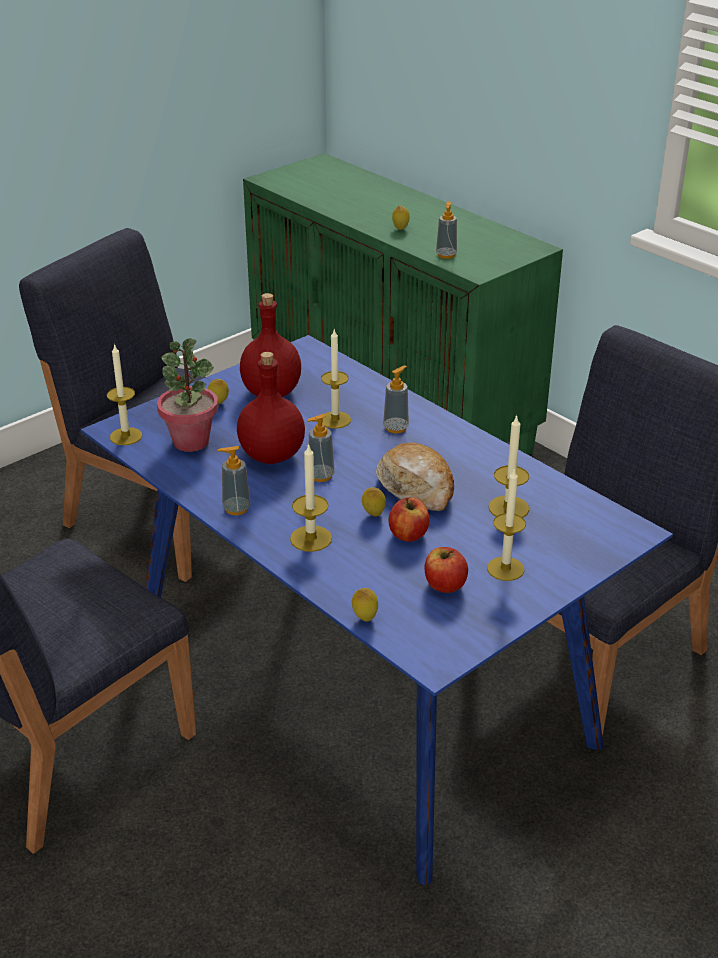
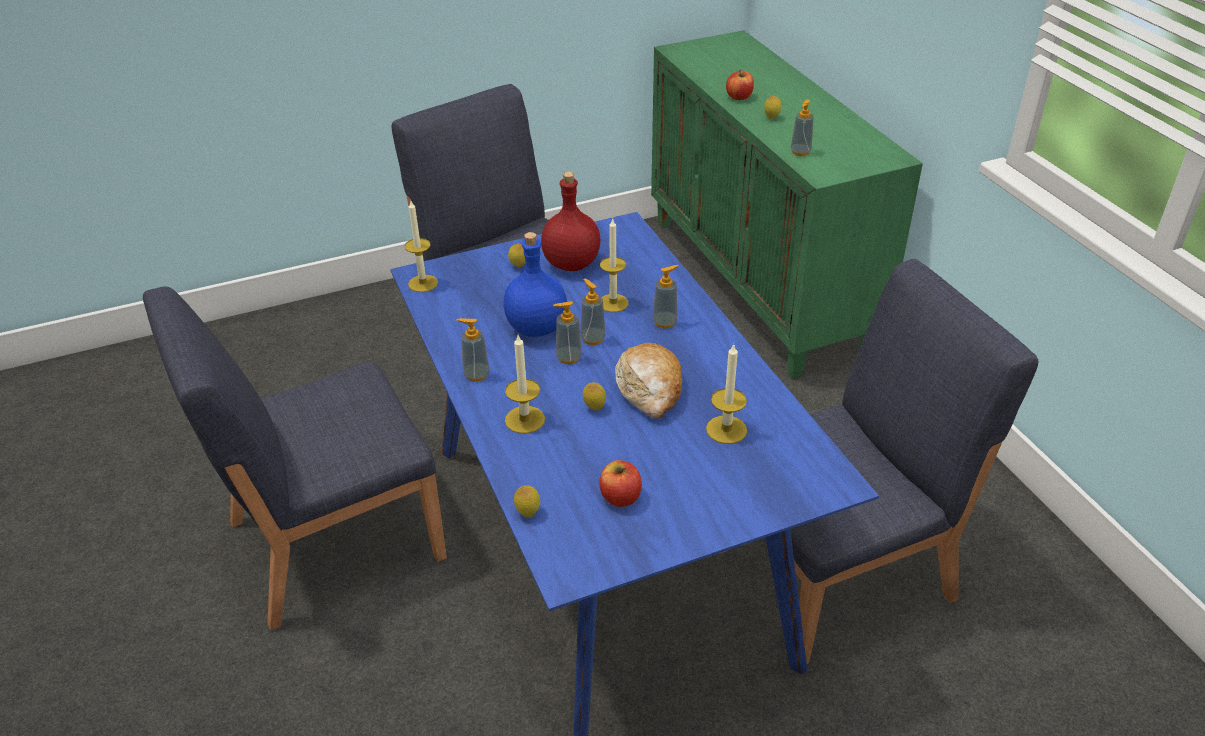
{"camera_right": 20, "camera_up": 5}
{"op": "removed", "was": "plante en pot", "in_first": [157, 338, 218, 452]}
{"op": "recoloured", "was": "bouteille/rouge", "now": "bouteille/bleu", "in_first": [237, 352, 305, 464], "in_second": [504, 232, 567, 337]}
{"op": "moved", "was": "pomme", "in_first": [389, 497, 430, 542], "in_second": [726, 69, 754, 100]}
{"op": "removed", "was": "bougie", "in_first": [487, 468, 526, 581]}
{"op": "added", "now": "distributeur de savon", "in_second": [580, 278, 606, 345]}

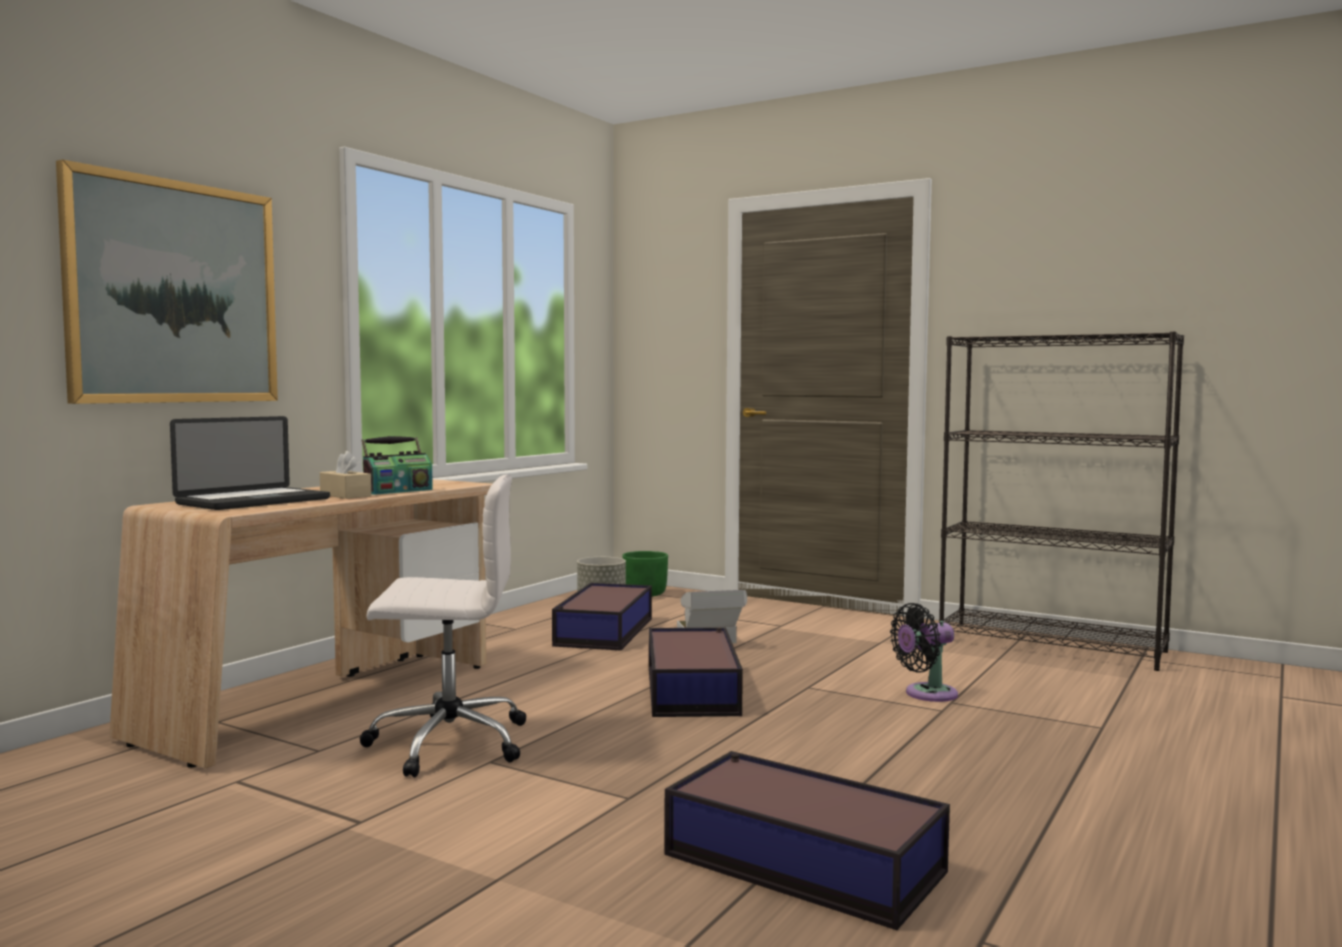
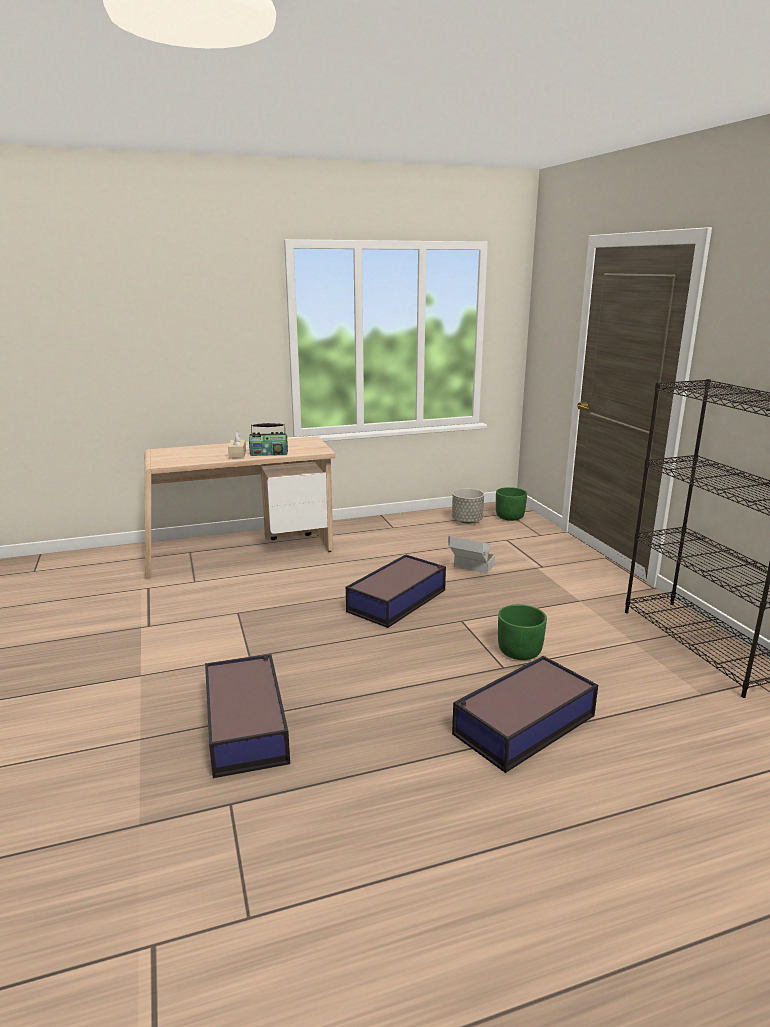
{"camera_right": 40, "camera_up": 15}
{"op": "removed", "was": "tableau", "in_first": [56, 159, 278, 404]}
{"op": "removed", "was": "ordinateur portable", "in_first": [170, 416, 330, 510]}
{"op": "removed", "was": "chaise de bureau/blanc", "in_first": [359, 475, 526, 777]}
{"op": "moved", "was": "boîte de rangement", "in_first": [552, 583, 652, 650], "in_second": [452, 656, 598, 773]}
{"op": "replaced", "was": "ventilateur/noir", "now": "cache-pot/vert", "in_first": [890, 603, 958, 702], "in_second": [498, 604, 547, 660]}

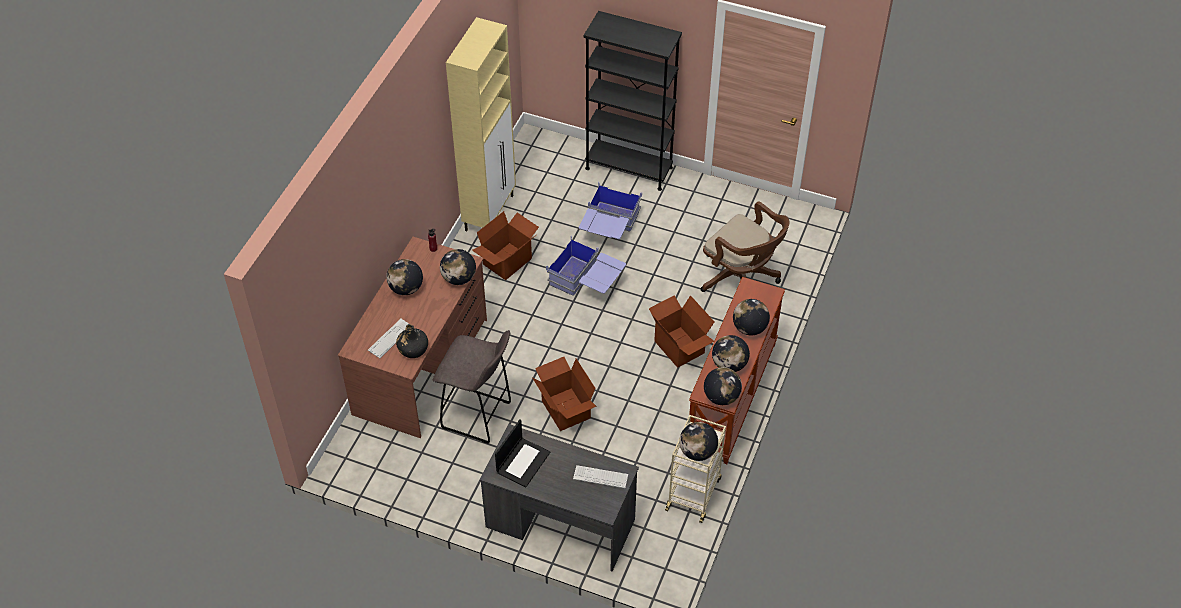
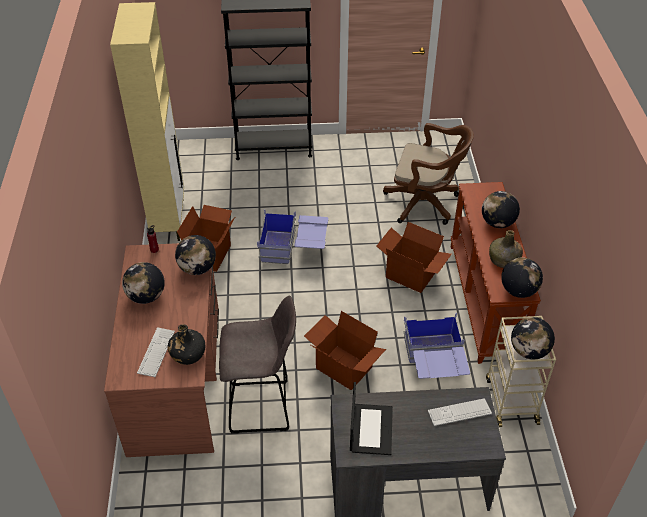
{"camera_right": -25, "camera_up": -5}
{"op": "moved", "was": "boîte de rangement/bleu", "in_first": [579, 181, 642, 239], "in_second": [404, 313, 470, 379]}
{"op": "replaced", "was": "globe", "now": "bouteille/vert", "in_first": [712, 335, 750, 372], "in_second": [489, 230, 523, 268]}

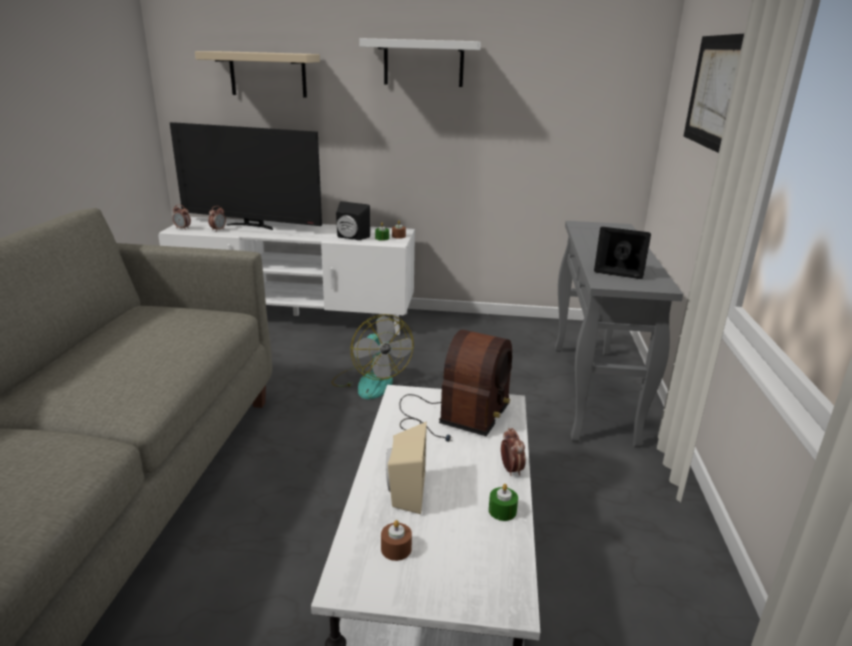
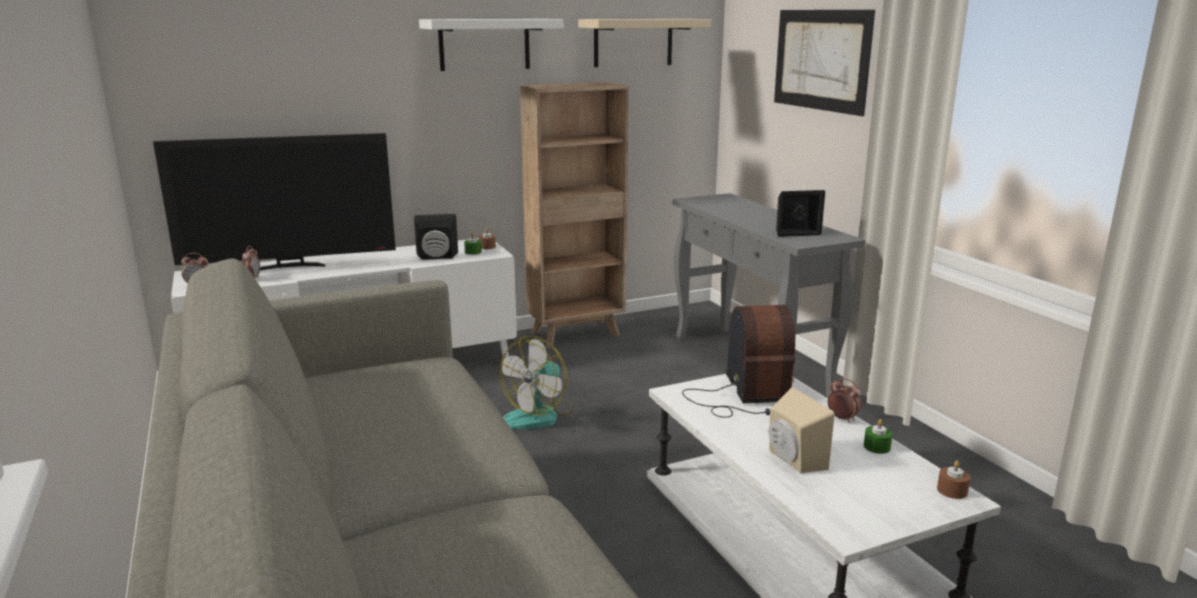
{"camera_right": -30, "camera_up": -5}
{"op": "moved", "was": "étagère/beige", "in_first": [195, 51, 320, 97], "in_second": [578, 19, 711, 67]}
{"op": "turned", "was": "ventilateur", "in_first": [331, 314, 414, 399], "in_second": [500, 336, 573, 429], "clockwise": 90}
{"op": "moved", "was": "bougie/marron", "in_first": [381, 520, 412, 561], "in_second": [937, 461, 971, 499]}
{"op": "added", "now": "bibliothèque/marron", "in_second": [520, 82, 629, 348]}

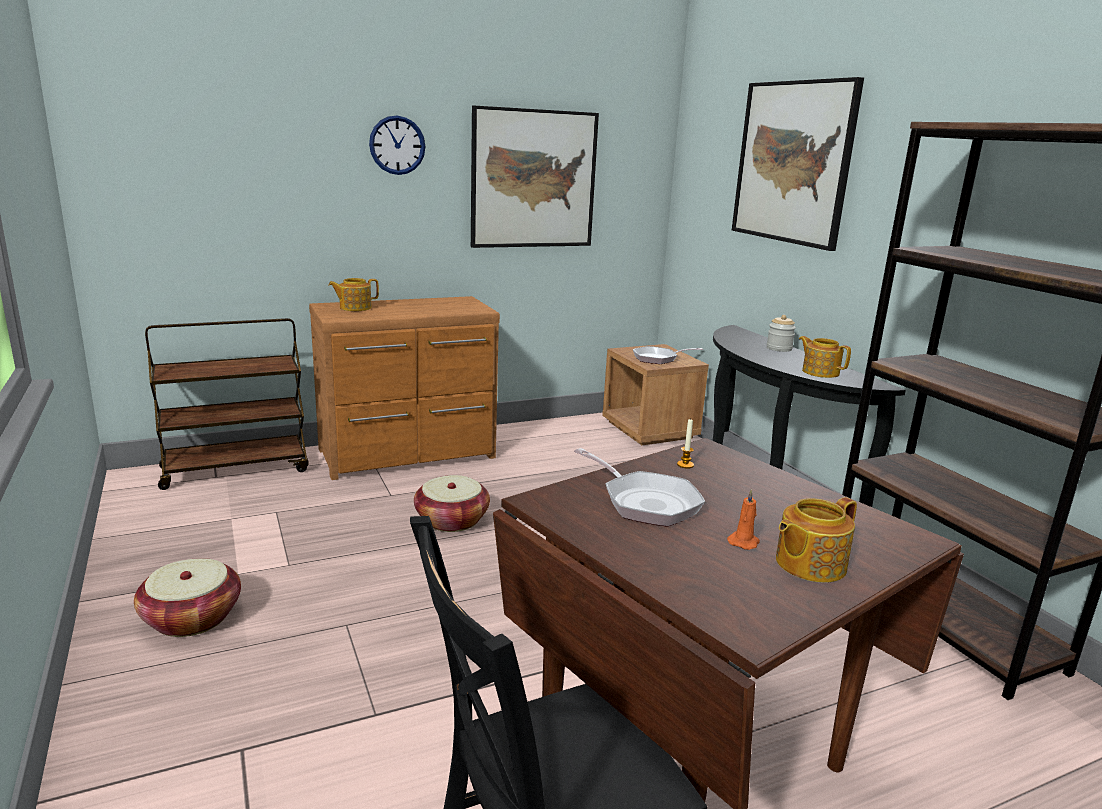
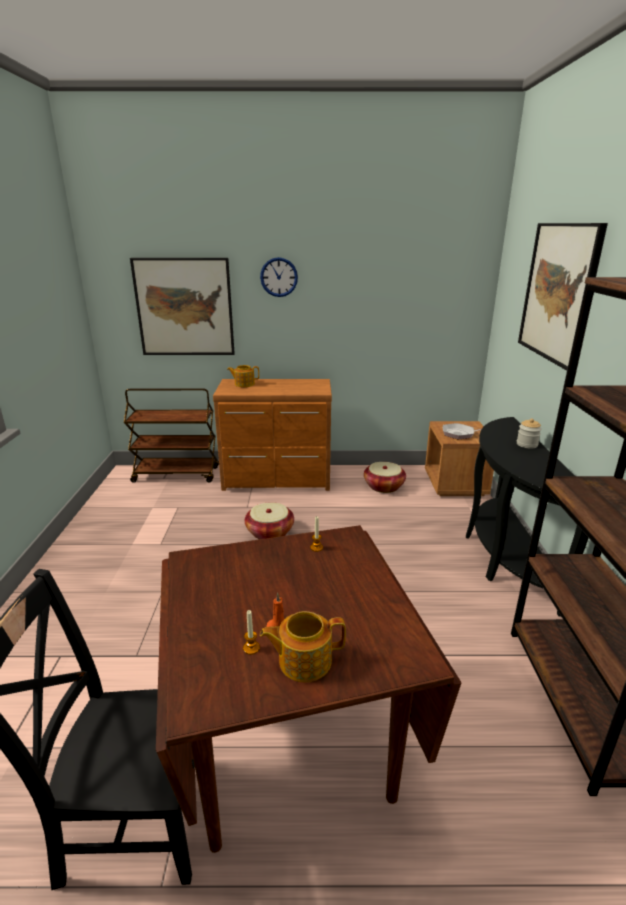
{"camera_right": 25, "camera_up": 5}
{"op": "moved", "was": "panier", "in_first": [134, 558, 241, 637], "in_second": [364, 462, 406, 493]}
{"op": "moved", "was": "tableau", "in_first": [471, 106, 599, 248], "in_second": [130, 258, 235, 355]}
{"op": "removed", "was": "poêle", "in_first": [574, 448, 705, 527]}
{"op": "removed", "was": "théière", "in_first": [799, 336, 851, 378]}
{"op": "added", "now": "bougie", "in_second": [243, 610, 260, 655]}

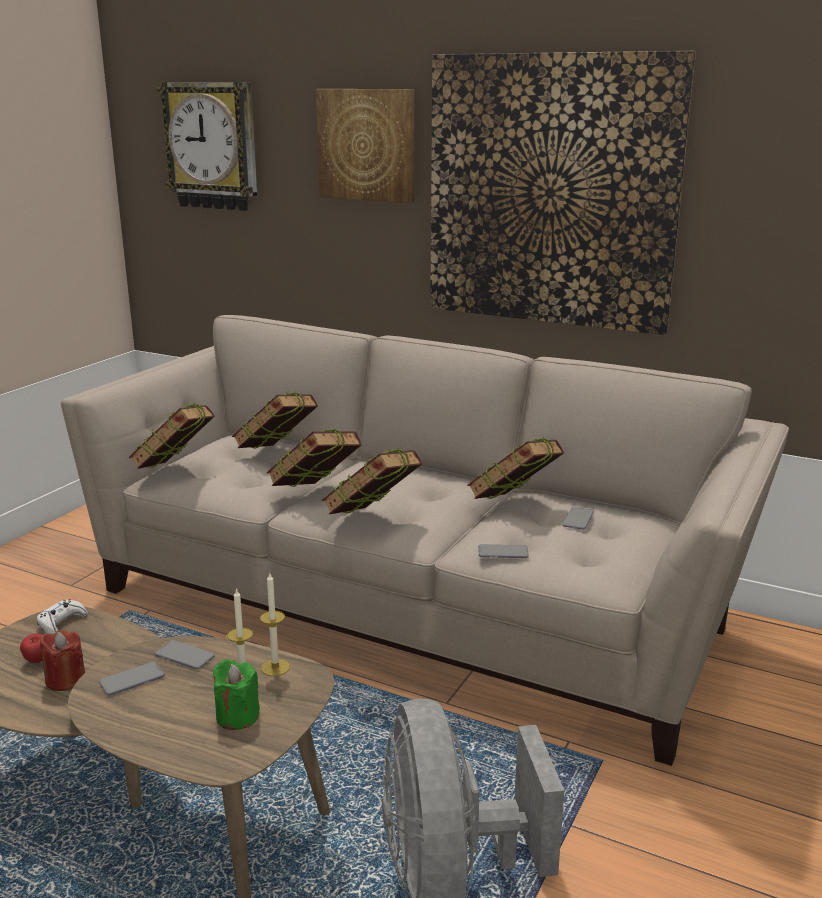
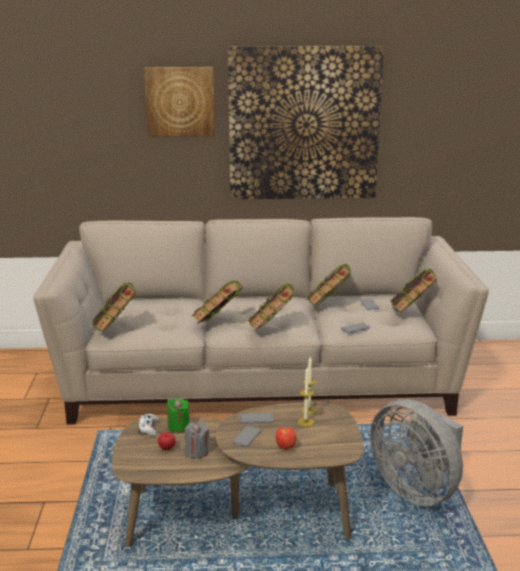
{"camera_right": -30, "camera_up": 0}
{"op": "recoloured", "was": "bougie/rouge", "now": "bougie/gris", "in_first": [40, 630, 85, 691], "in_second": [185, 421, 210, 458]}
{"op": "removed", "was": "horloge murale", "in_first": [157, 82, 257, 211]}
{"op": "moved", "was": "bougie/vert", "in_first": [213, 659, 260, 730], "in_second": [167, 398, 190, 433]}
{"op": "moved", "was": "livre", "in_first": [232, 392, 318, 449], "in_second": [390, 269, 437, 312]}
{"op": "added", "now": "pomme", "in_second": [276, 427, 296, 450]}

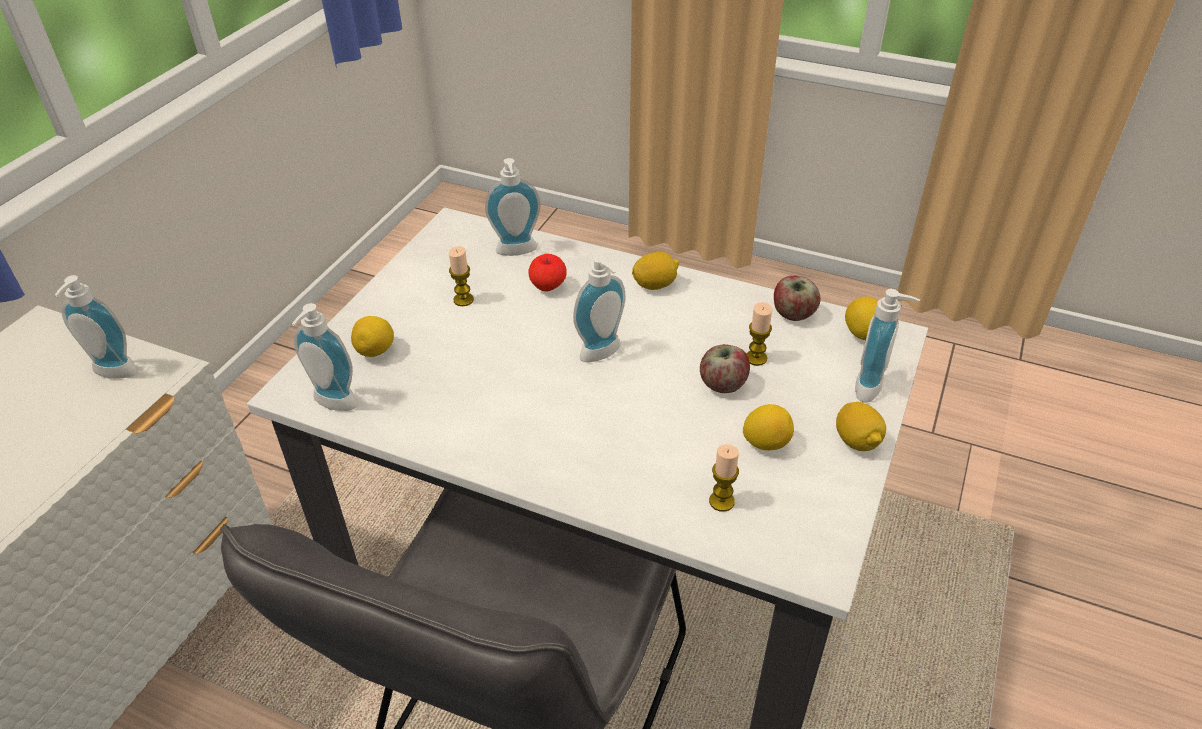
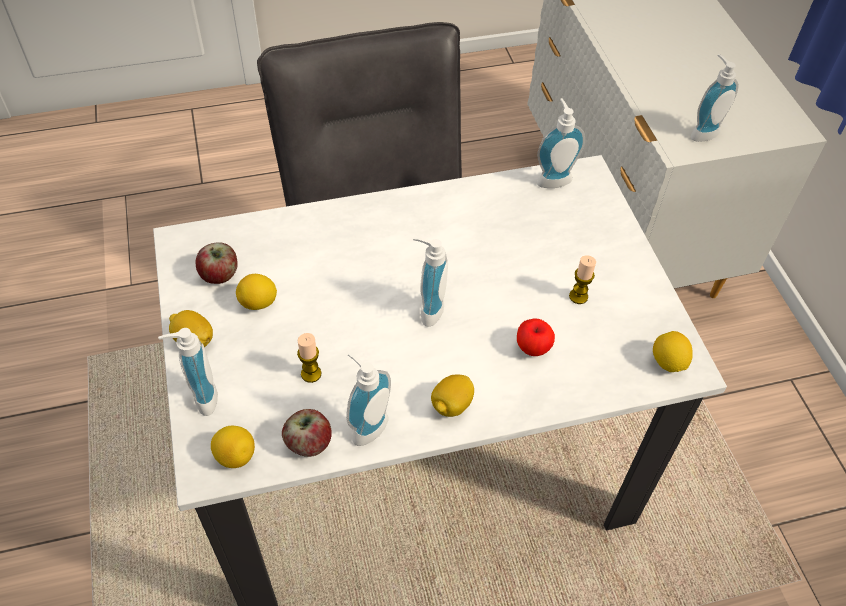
{"camera_right": 140, "camera_up": 10}
{"op": "moved", "was": "citron", "in_first": [351, 316, 394, 357], "in_second": [653, 331, 693, 372]}
{"op": "moved", "was": "distributeur de savon", "in_first": [485, 158, 541, 256], "in_second": [346, 353, 391, 446]}
{"op": "moved", "was": "pomme", "in_first": [700, 344, 750, 393], "in_second": [196, 242, 238, 284]}
{"op": "removed", "was": "bougie", "in_first": [709, 444, 739, 512]}

